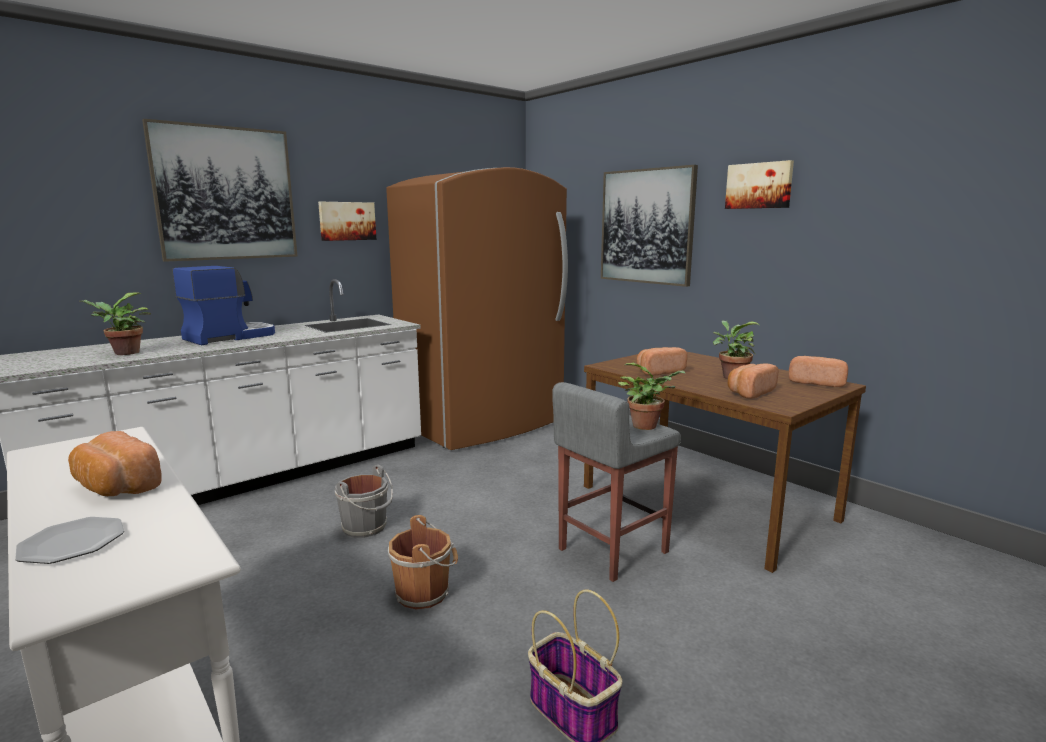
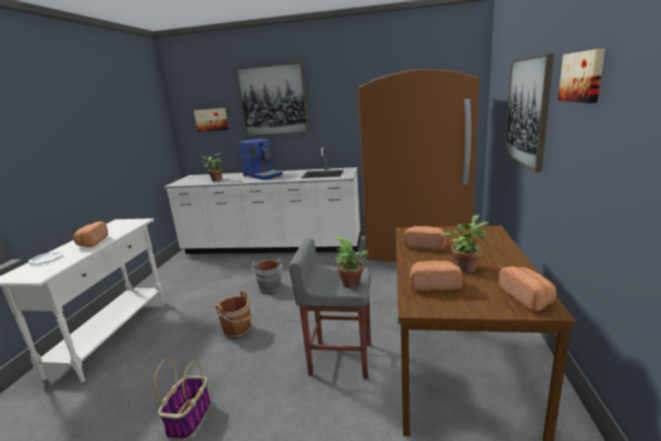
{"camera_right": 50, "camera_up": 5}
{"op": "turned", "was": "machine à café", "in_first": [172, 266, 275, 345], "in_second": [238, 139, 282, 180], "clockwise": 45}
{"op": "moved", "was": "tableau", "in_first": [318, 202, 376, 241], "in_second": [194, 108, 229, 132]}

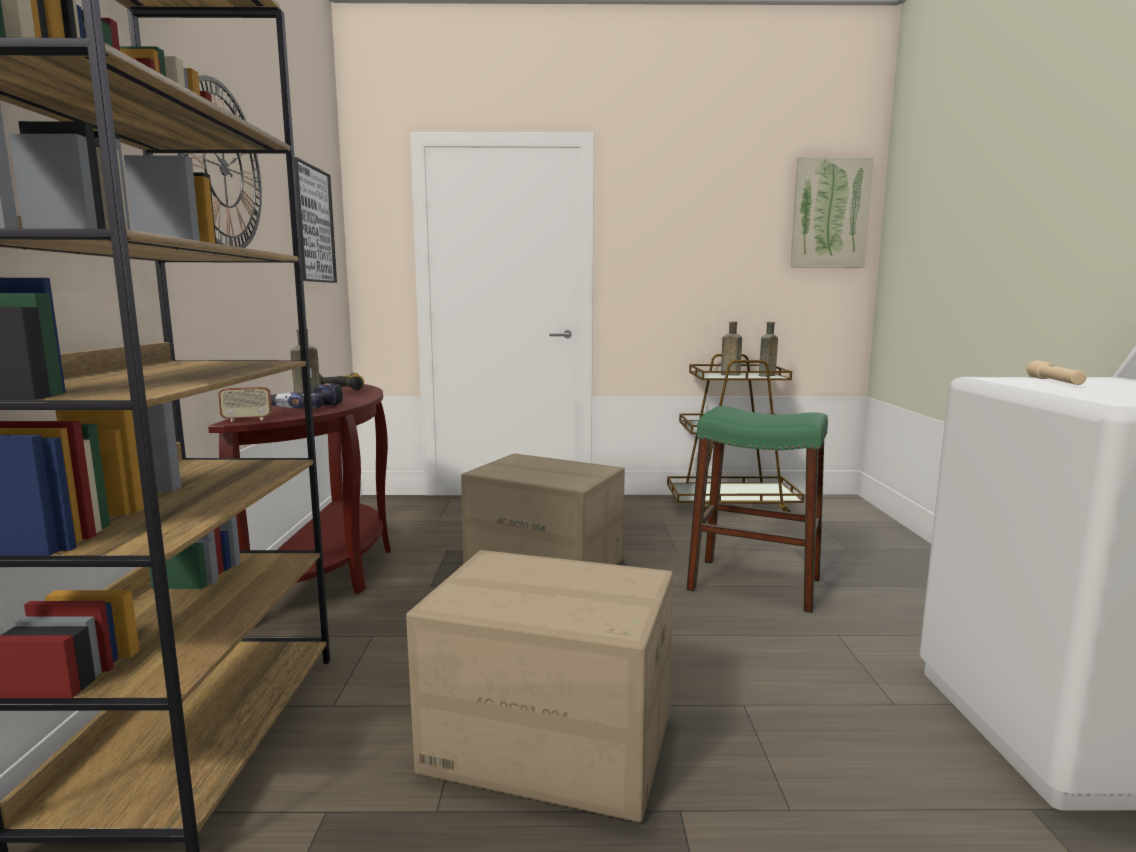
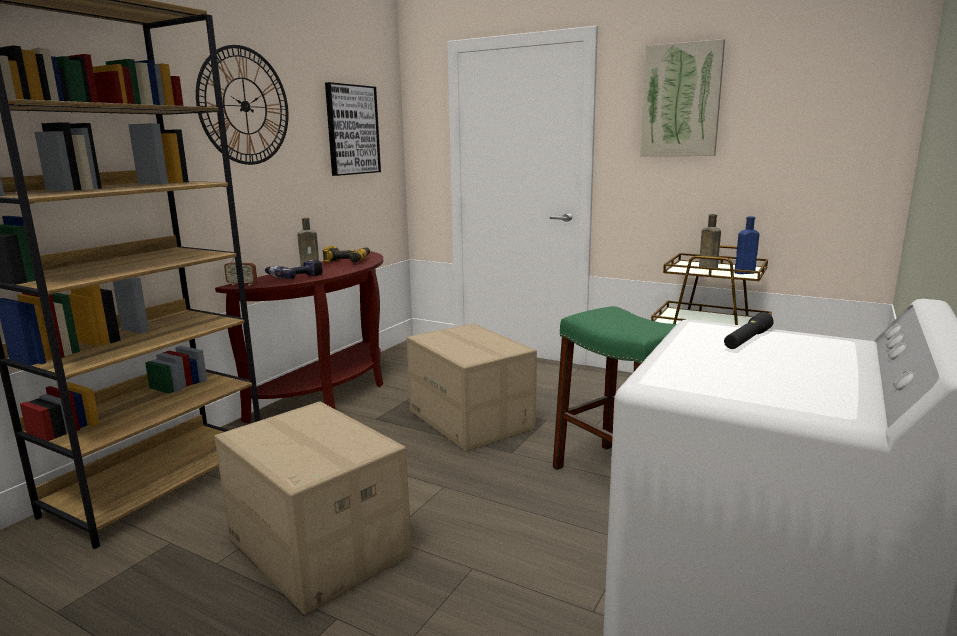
{"camera_right": 30, "camera_up": 5}
{"op": "recoloured", "was": "bouteille/marron", "now": "bouteille/bleu", "in_first": [759, 322, 778, 377], "in_second": [734, 216, 759, 274]}
{"op": "moved", "was": "tableau", "in_first": [790, 157, 873, 268], "in_second": [640, 39, 725, 156]}
{"op": "recoloured", "was": "lampe de poche/beige", "now": "lampe de poche/noir", "in_first": [1026, 360, 1086, 385], "in_second": [724, 312, 774, 349]}

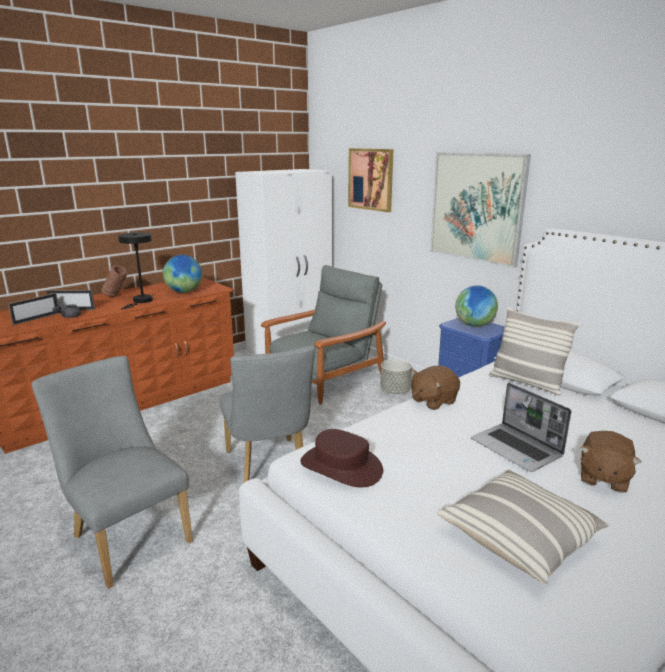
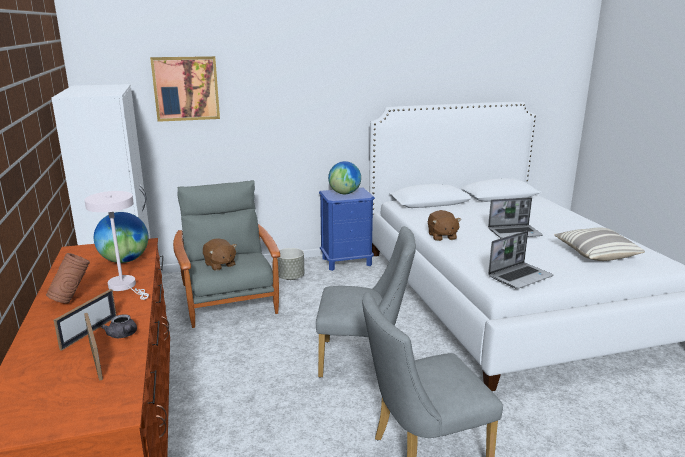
{"camera_right": -65, "camera_up": 0}
{"op": "recoloured", "was": "lampe de table/noir", "now": "lampe de table/blanc", "in_first": [118, 232, 153, 309], "in_second": [84, 191, 149, 300]}
{"op": "replaced", "was": "chapeau/marron", "now": "ordinateur portable", "in_first": [300, 429, 383, 487], "in_second": [488, 231, 553, 289]}
{"op": "removed", "was": "tableau", "in_first": [430, 152, 531, 268]}
{"op": "removed", "was": "coussin", "in_first": [489, 307, 580, 395]}
{"op": "moved", "was": "peluche/marron", "in_first": [580, 431, 641, 493], "in_second": [203, 239, 237, 271]}

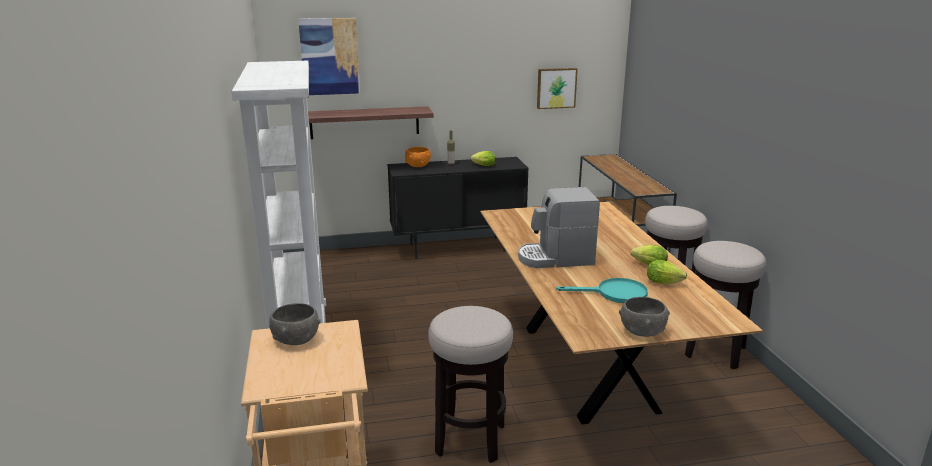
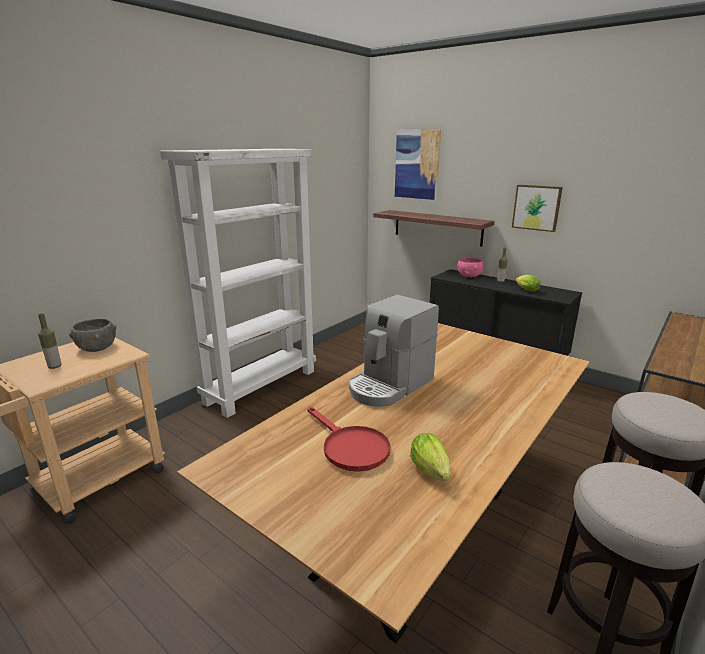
{"camera_right": 50, "camera_up": 0}
{"op": "recoloured", "was": "bol/orange", "now": "bol/rose", "in_first": [405, 147, 431, 167], "in_second": [457, 258, 484, 277]}
{"op": "removed", "was": "tabouret", "in_first": [428, 306, 513, 463]}
{"op": "turned", "was": "machine à café", "in_first": [518, 187, 600, 268], "in_second": [349, 294, 439, 407], "clockwise": -90}
{"op": "moved", "was": "tableau", "in_first": [537, 68, 578, 109], "in_second": [512, 185, 563, 232]}
{"op": "recoloured", "was": "poêle/turquoise", "now": "poêle/rouge", "in_first": [556, 278, 648, 303], "in_second": [308, 406, 390, 472]}
{"op": "removed", "was": "bol/gris", "in_first": [619, 297, 670, 337]}
{"op": "removed", "was": "laitue", "in_first": [631, 245, 668, 265]}
{"op": "added", "now": "bouteille", "in_second": [38, 314, 61, 369]}

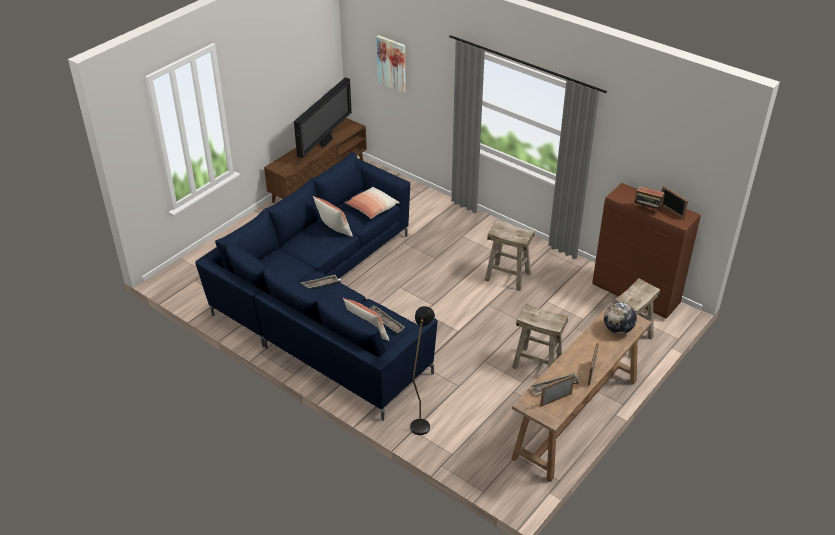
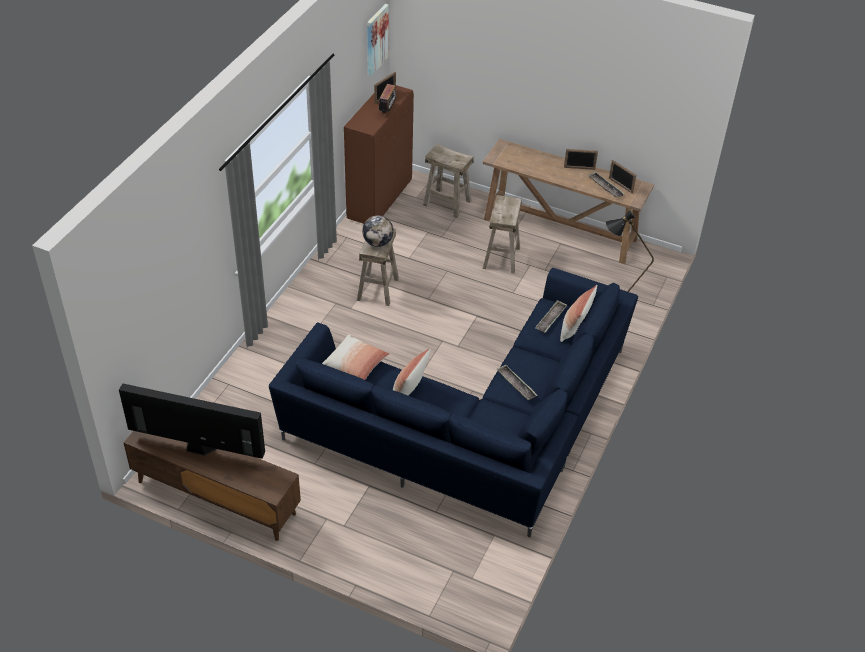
{"camera_right": -105, "camera_up": 5}
{"op": "moved", "was": "tableau", "in_first": [377, 35, 406, 93], "in_second": [367, 4, 389, 76]}
{"op": "moved", "was": "globe", "in_first": [604, 302, 637, 334], "in_second": [362, 215, 394, 247]}

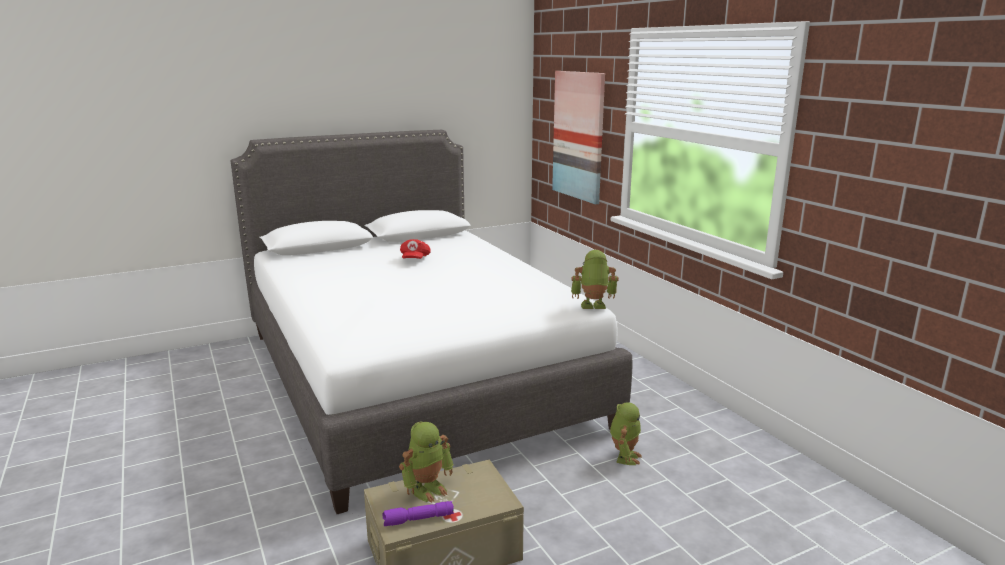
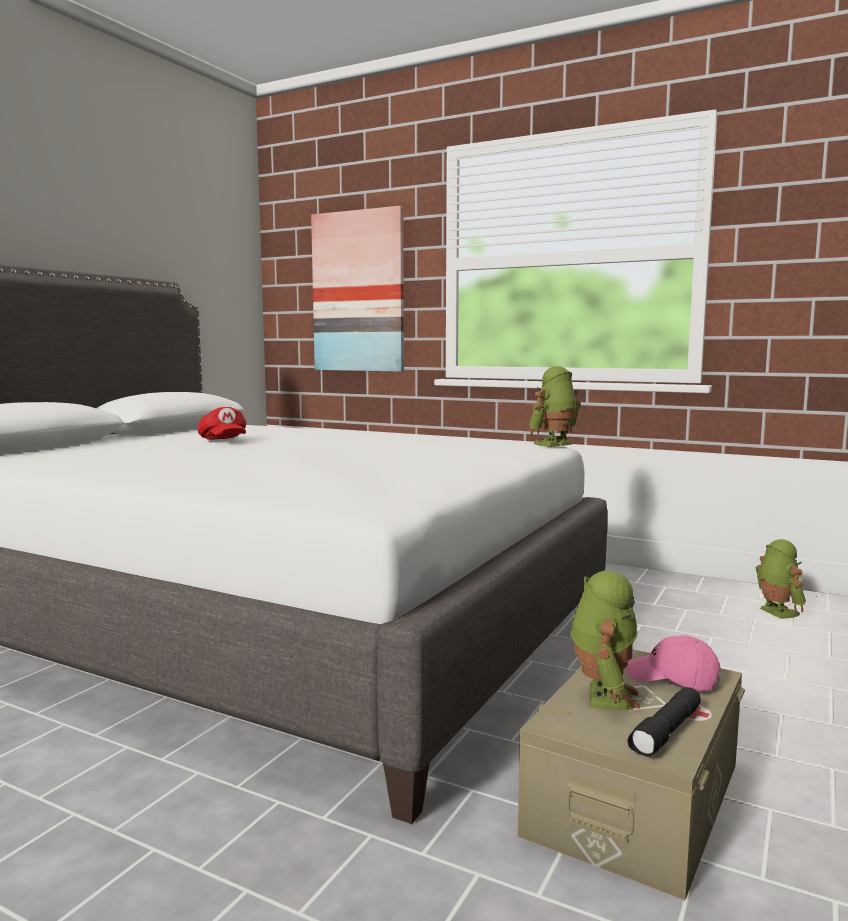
{"camera_right": -35, "camera_up": -10}
{"op": "recoloured", "was": "lampe de poche/violet", "now": "lampe de poche/noir", "in_first": [382, 501, 454, 526], "in_second": [627, 687, 700, 757]}
{"op": "moved", "was": "robot jouet", "in_first": [610, 402, 642, 465], "in_second": [756, 539, 806, 619]}
{"op": "added", "now": "casquette/rose", "in_second": [626, 635, 721, 691]}

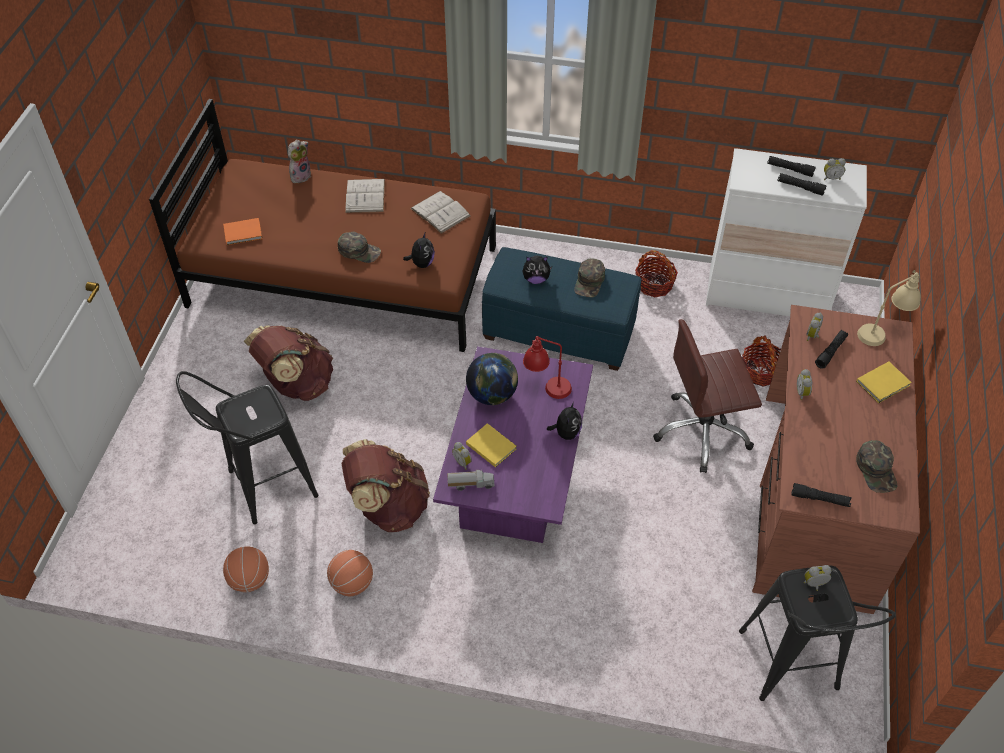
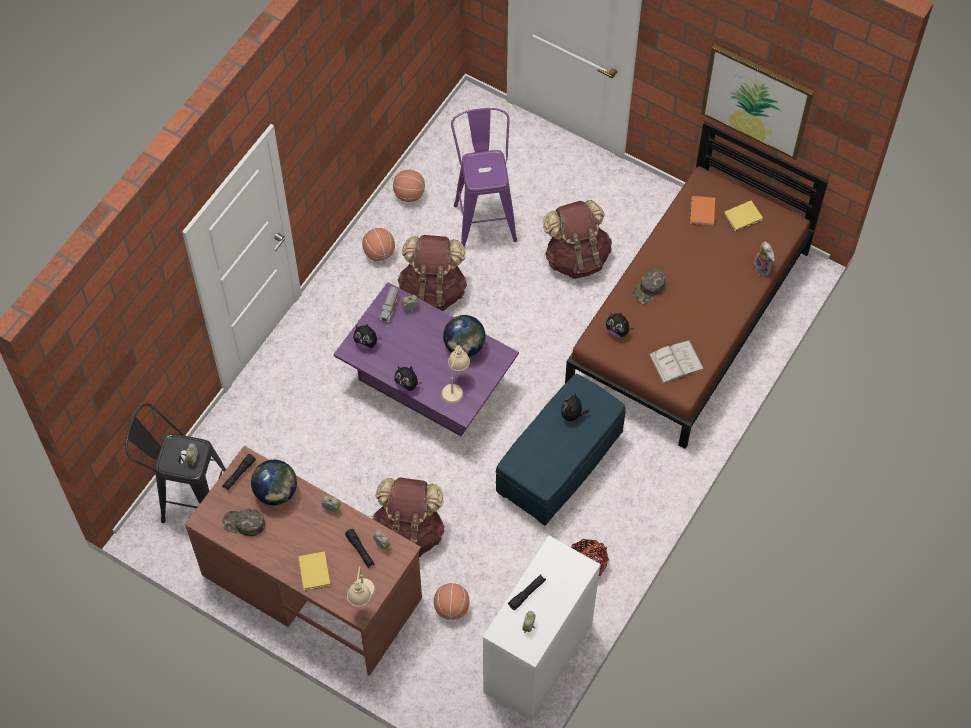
{"camera_right": 110, "camera_up": 10}
{"op": "recoloured", "was": "tabouret/noir", "now": "tabouret/violet", "in_first": [176, 371, 318, 524], "in_second": [451, 108, 517, 247]}
{"op": "removed", "was": "livre/blanc", "in_first": [345, 179, 385, 213]}
{"op": "moved", "was": "livre/jaune", "in_first": [466, 423, 516, 467], "in_second": [724, 201, 763, 232]}
{"op": "recoloured", "was": "lampe de table/rouge", "now": "lampe de table/beige", "in_first": [523, 336, 572, 399], "in_second": [441, 344, 470, 404]}
{"op": "removed", "was": "casquette/vert", "in_first": [574, 258, 605, 298]}
{"op": "replaced", "was": "chaise de bureau/marron", "now": "sac à dos/marron", "in_first": [653, 319, 762, 473], "in_second": [372, 477, 445, 557]}
{"op": "replaced", "was": "panier", "now": "ballon de basket", "in_first": [742, 335, 781, 387], "in_second": [434, 583, 469, 620]}
{"op": "removed", "was": "lampe de poche/noir", "in_first": [767, 156, 816, 177]}
{"op": "added", "now": "globe", "in_second": [251, 460, 297, 505]}
{"op": "added", "now": "peluche", "in_second": [353, 324, 381, 349]}
{"op": "added", "now": "tableau", "in_second": [701, 44, 814, 160]}

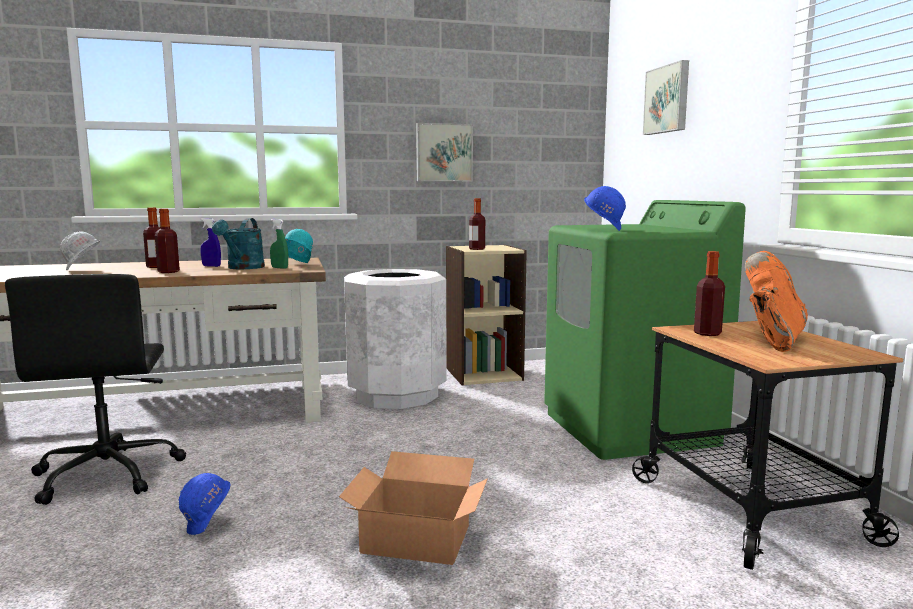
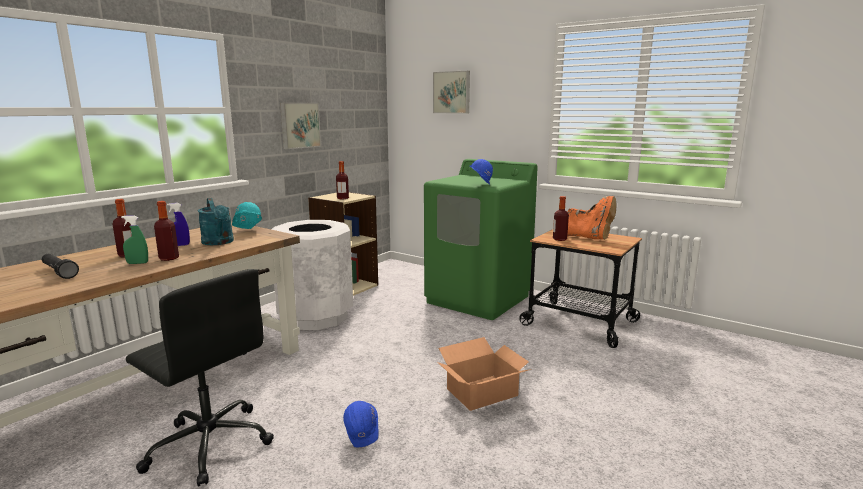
{"camera_right": -40, "camera_up": 5}
{"op": "replaced", "was": "casque de chantier/blanc", "now": "lampe de poche/noir", "in_first": [60, 231, 100, 270], "in_second": [41, 254, 79, 279]}
{"op": "moved", "was": "vaporisateur/vert", "in_first": [270, 219, 288, 269], "in_second": [121, 215, 148, 264]}
{"op": "turned", "was": "botte/orange", "in_first": [745, 251, 808, 352], "in_second": [567, 196, 616, 240], "clockwise": 135}

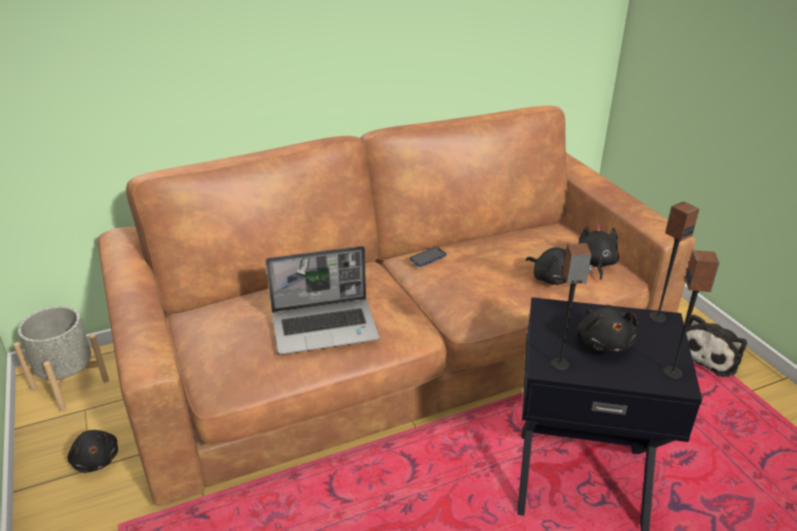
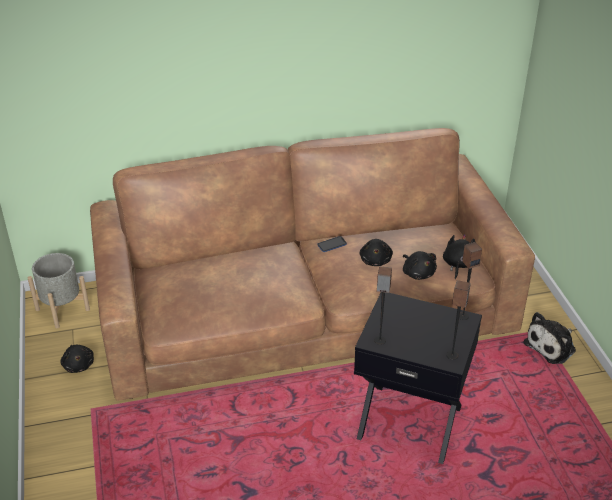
{"camera_right": 10, "camera_up": 5}
{"op": "removed", "was": "ordinateur portable", "in_first": [266, 246, 380, 355]}
{"op": "moved", "was": "peluche/noir", "in_first": [577, 305, 638, 353], "in_second": [360, 239, 393, 266]}

